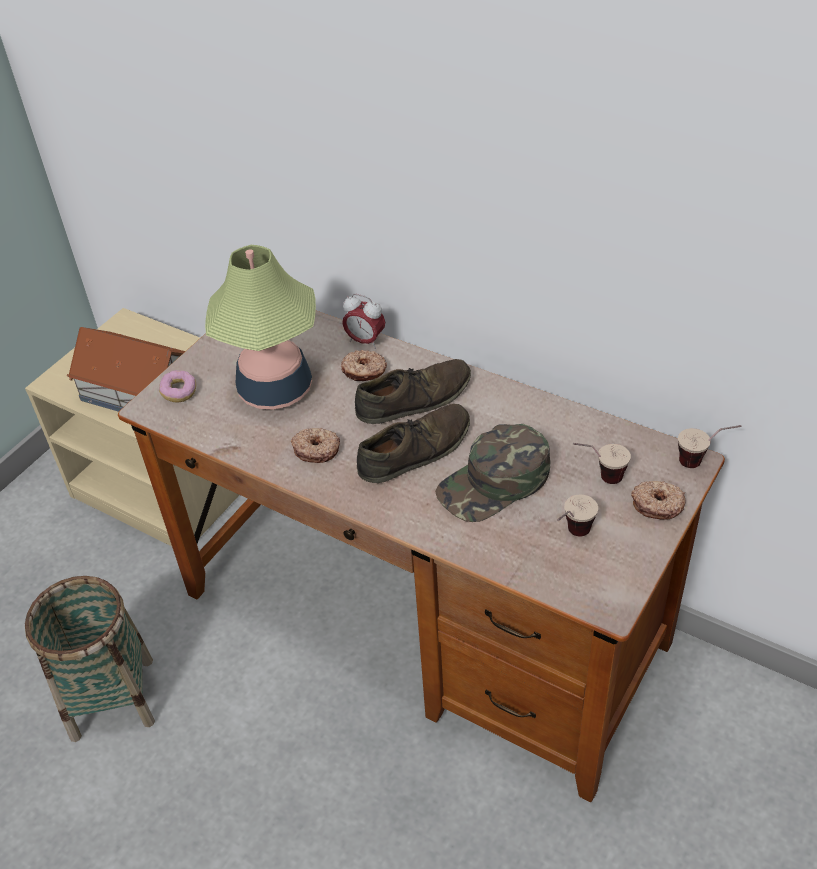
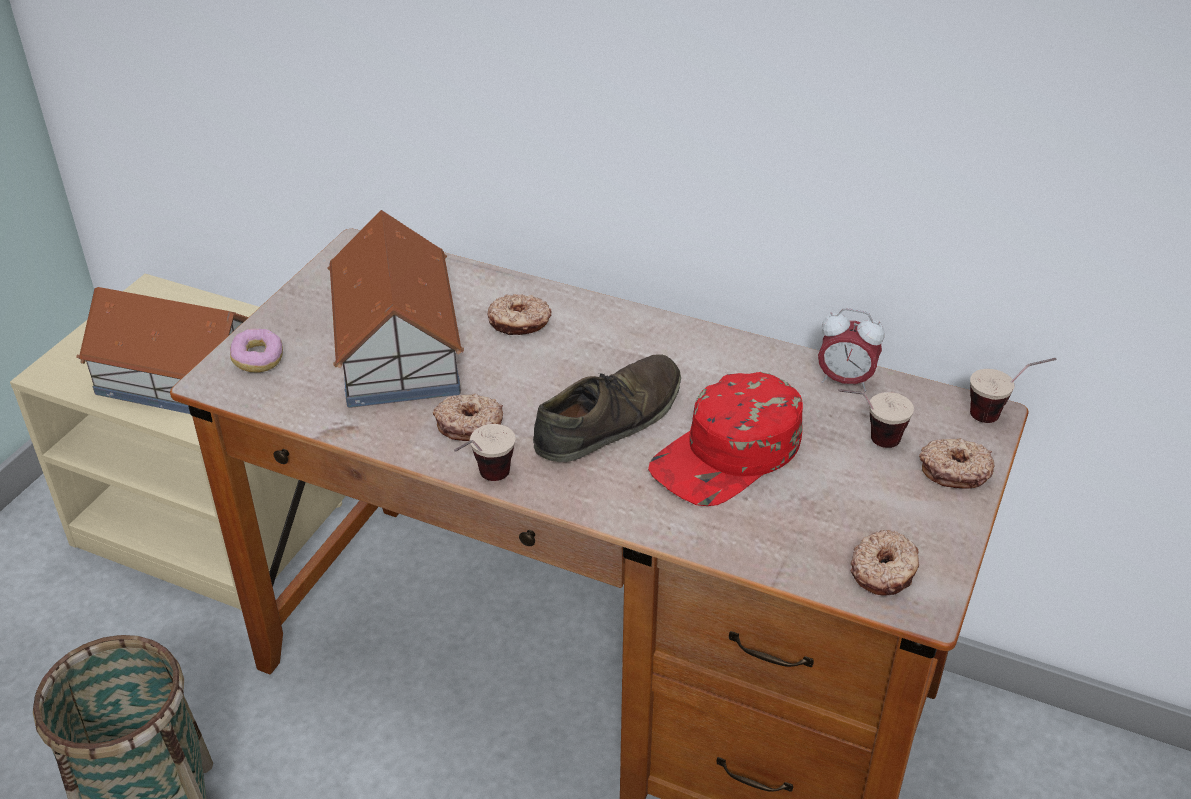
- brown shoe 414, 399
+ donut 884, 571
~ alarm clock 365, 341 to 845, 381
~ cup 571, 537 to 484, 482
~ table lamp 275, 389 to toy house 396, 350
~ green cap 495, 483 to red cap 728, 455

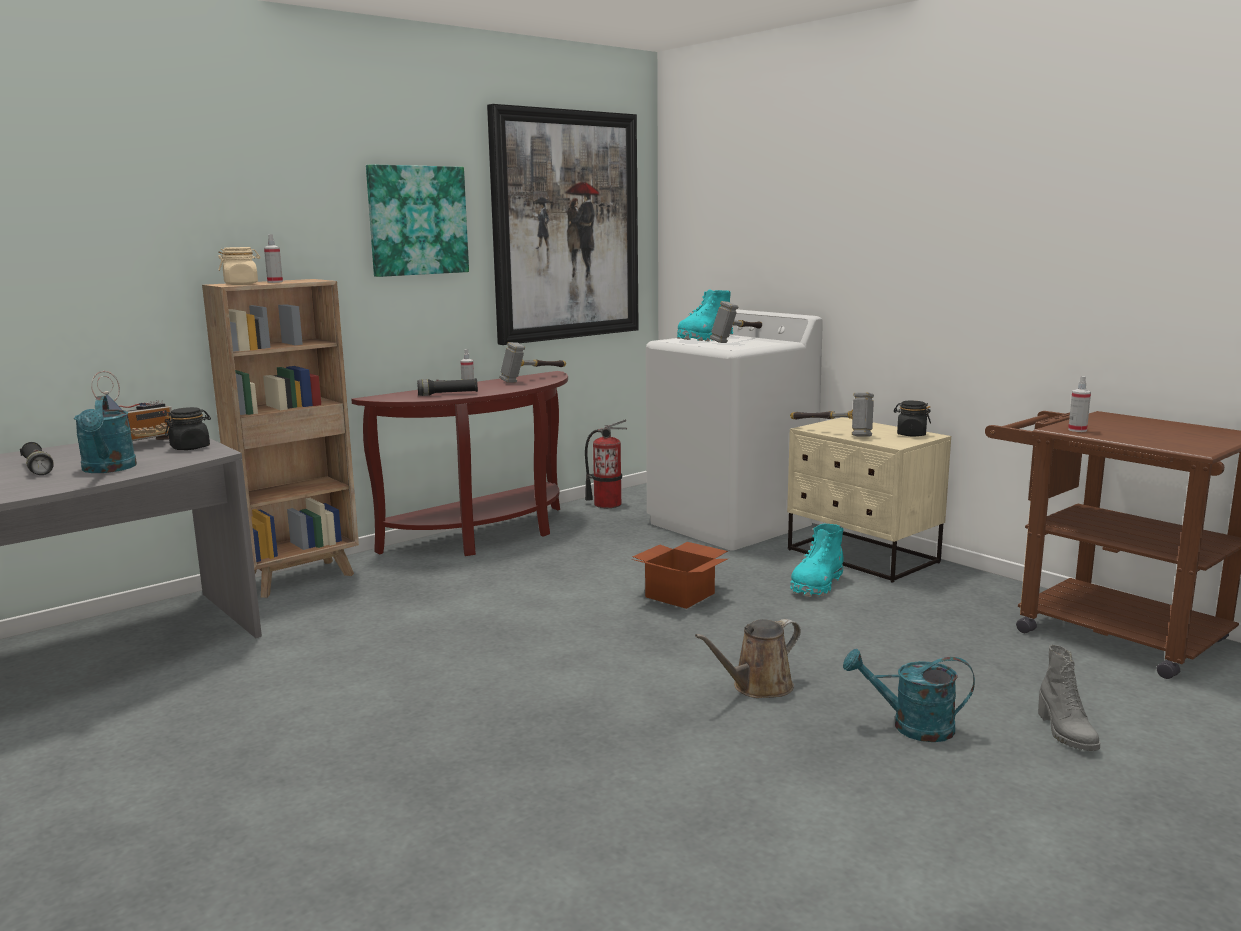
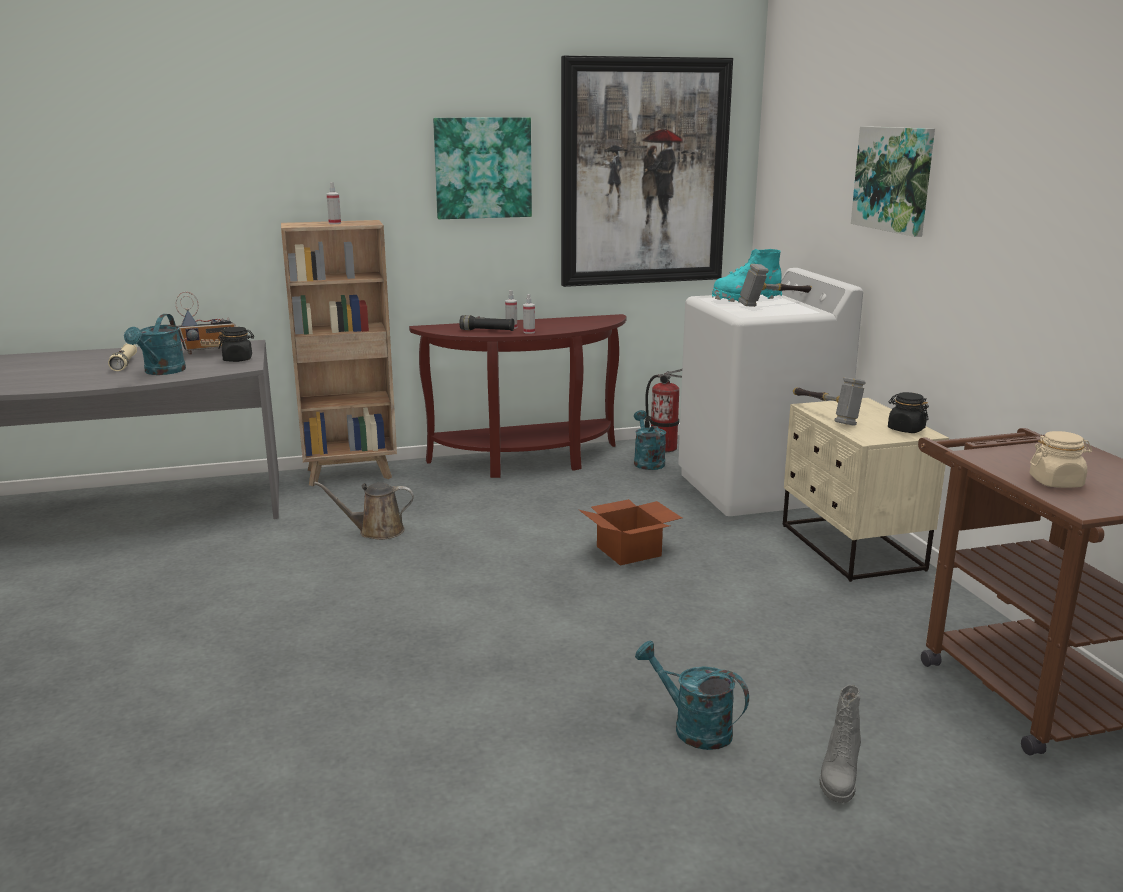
- hammer 533, 379
- turquoise boot 817, 585
+ turquoise watering can 647, 461
+ picture 894, 179
~ beige jar 241, 284 to 1056, 482
~ brown watering can 758, 687 to 376, 531
~ spray bottle 1077, 430 to 529, 332
~ black flashlight 38, 468 to beige flashlight 124, 364

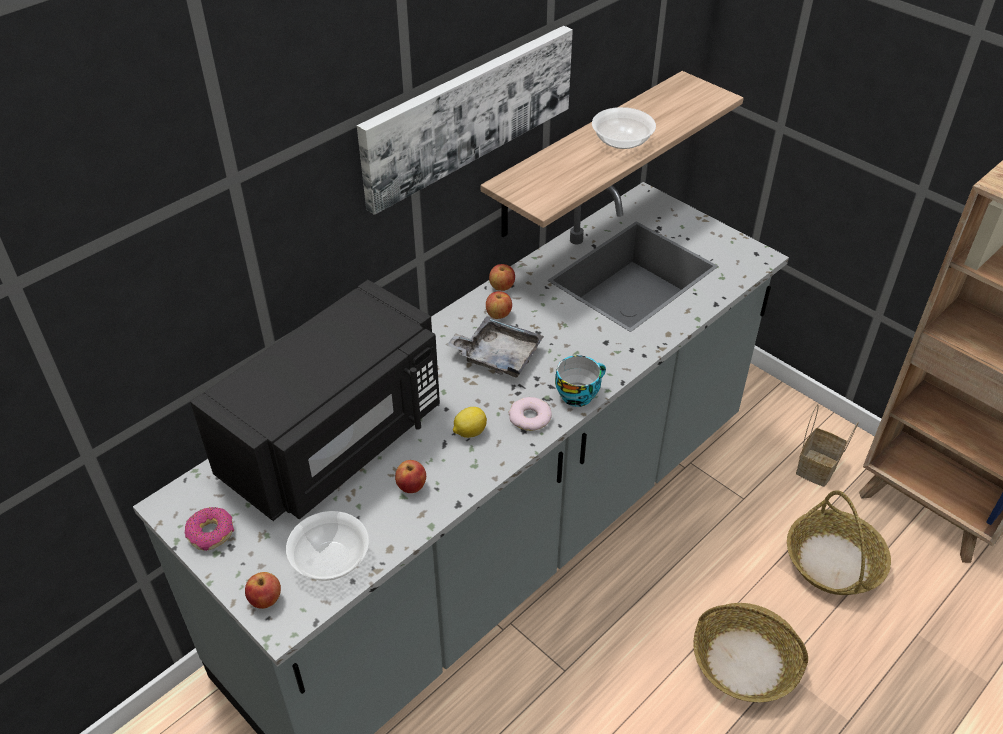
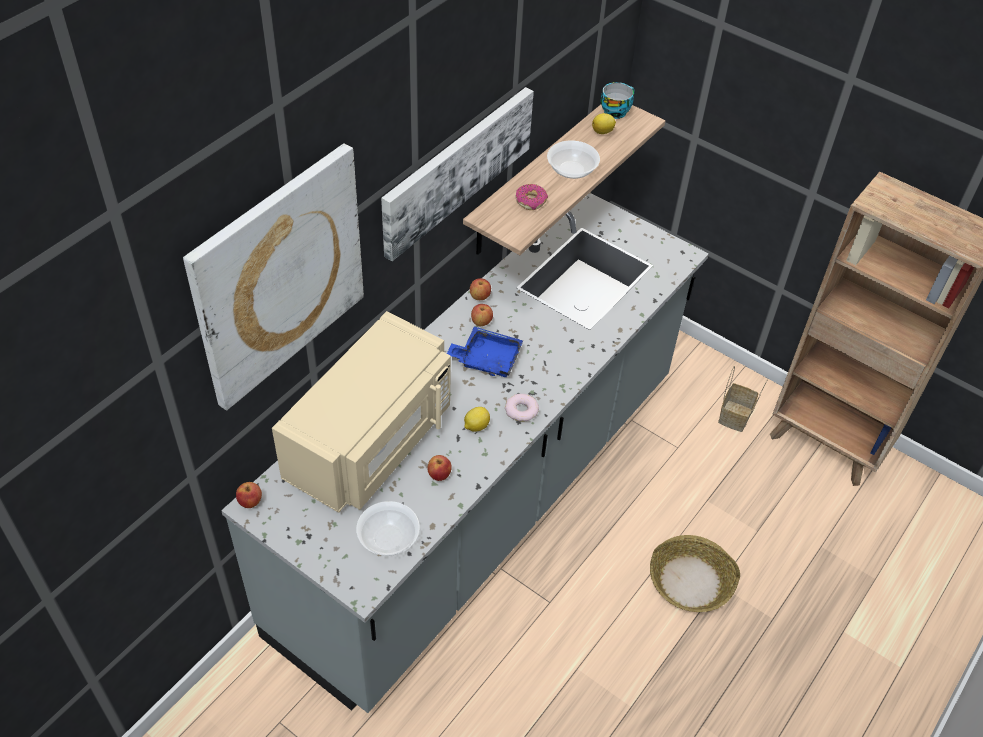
- basket 833, 561
+ picture 278, 276
+ lemon 603, 132
~ donut 211, 533 to 531, 201
~ apple 266, 600 to 250, 502
~ cup 578, 394 to 615, 111
~ black microwave 337, 440 to beige microwave 372, 442
~ grey tray 497, 356 to blue tray 487, 359

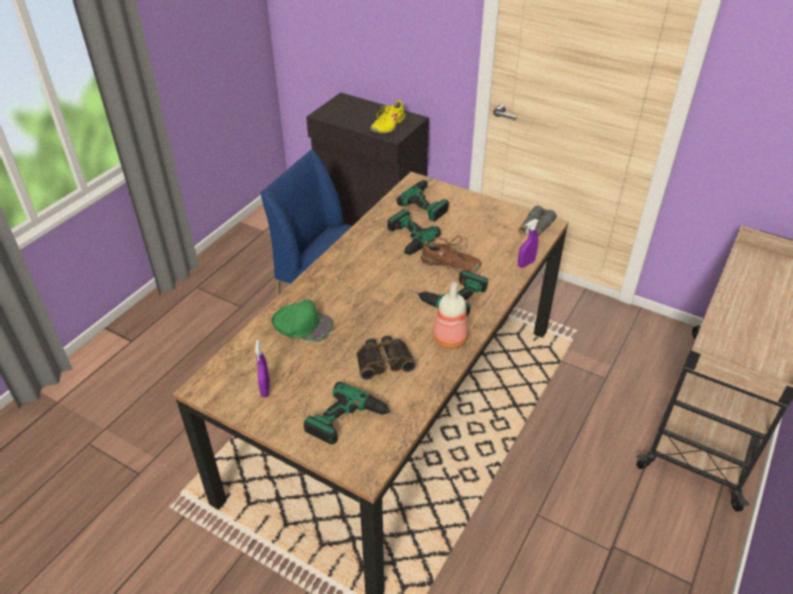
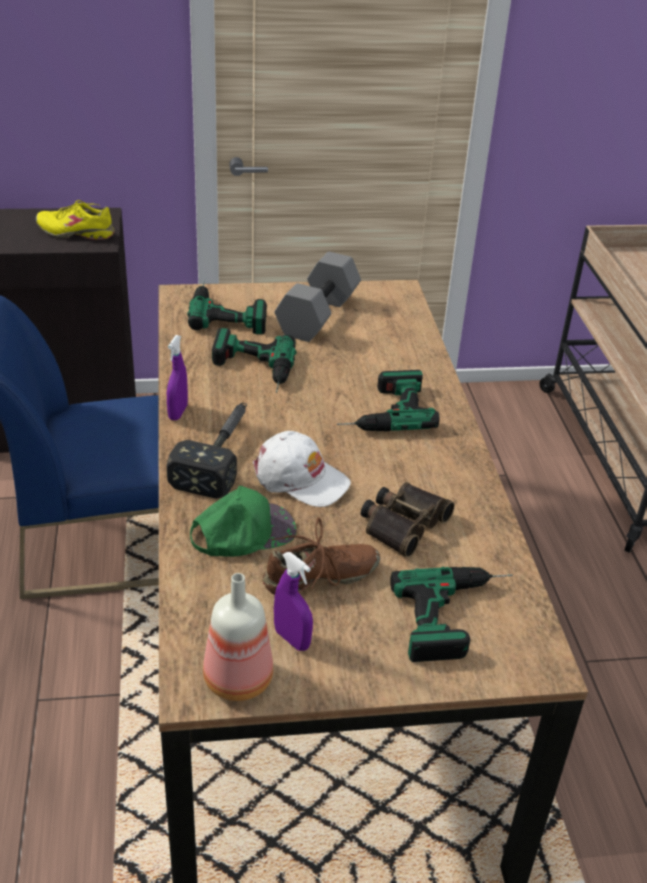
- grey binoculars 535, 227
+ hammer 221, 454
+ white cap 300, 479
+ grey dumbbell 316, 314
~ brown shoe 450, 265 to 320, 578
~ bottle 449, 340 to 239, 681
~ purple spray bottle 526, 263 to 178, 412
~ yellow shoe 388, 125 = 76, 232 105 degrees clockwise

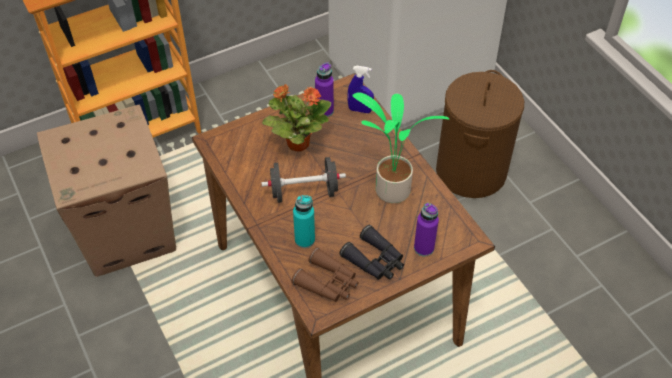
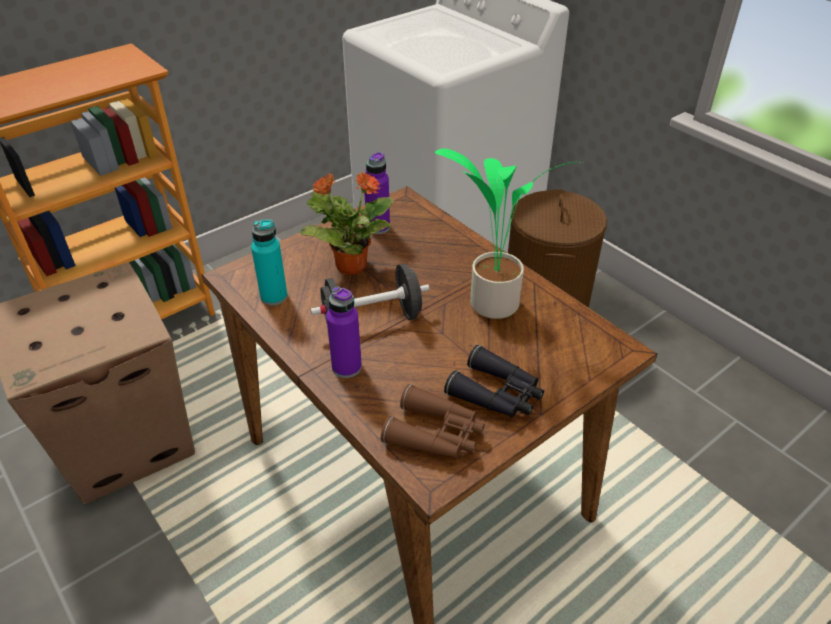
- blue spray bottle 360, 110
~ turquoise bottle 304, 240 to 274, 297
~ purple bottle 424, 248 to 346, 367

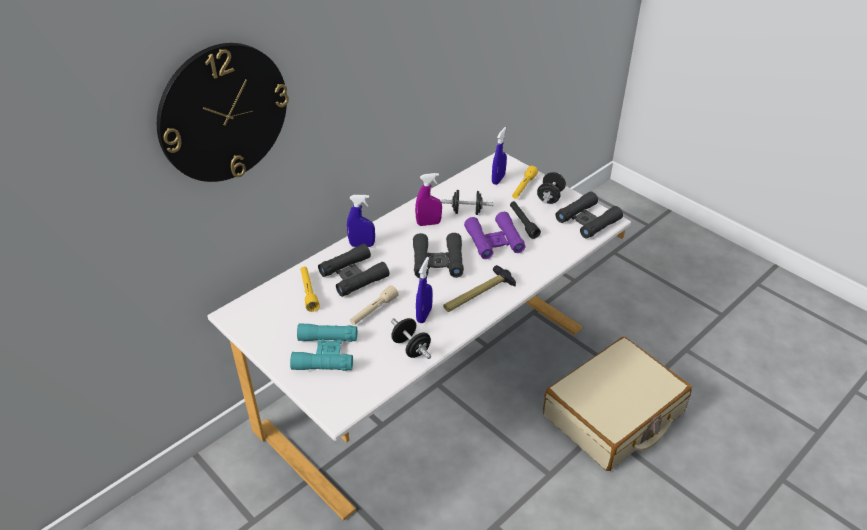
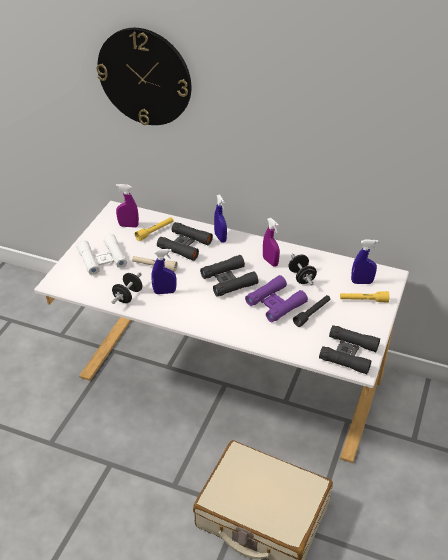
- hammer 478, 295
- black dumbbell 550, 197
+ purple spray bottle 128, 226
~ turquoise binoculars 325, 353 to white binoculars 102, 259

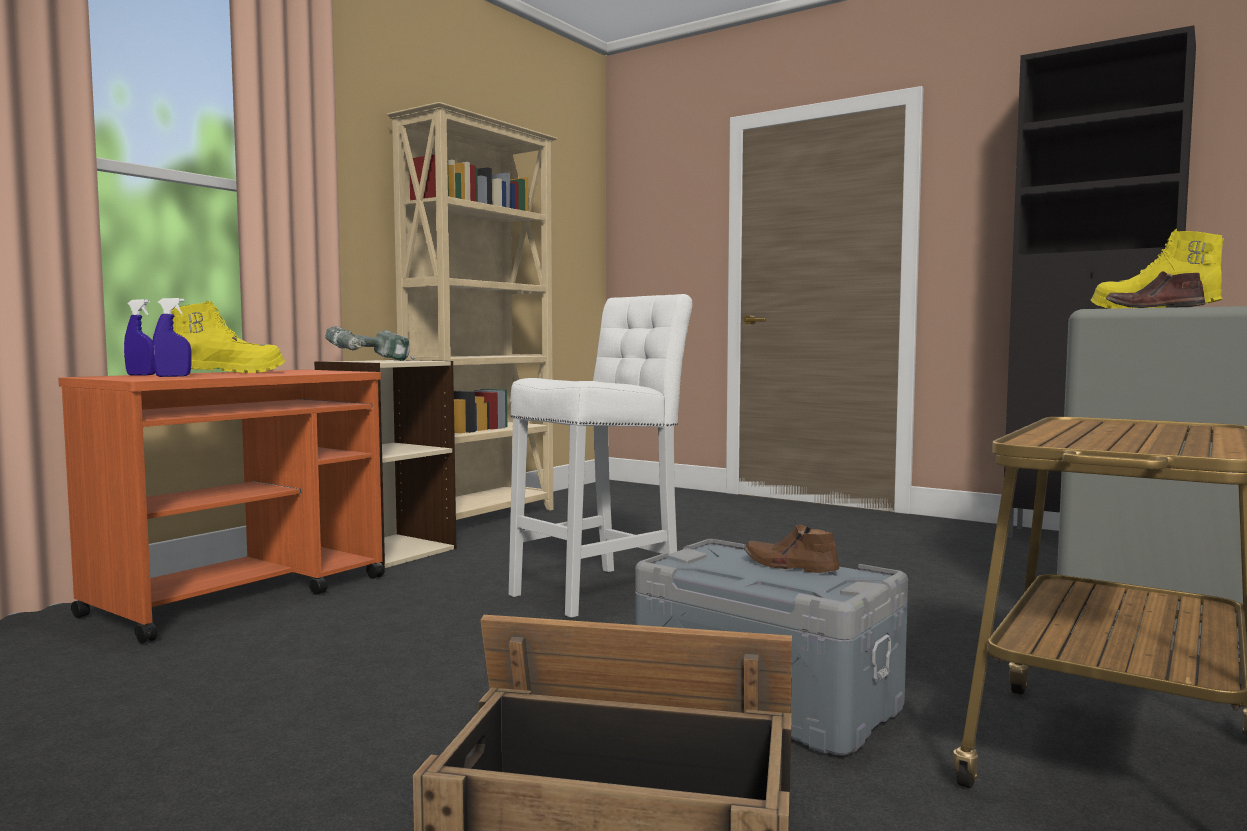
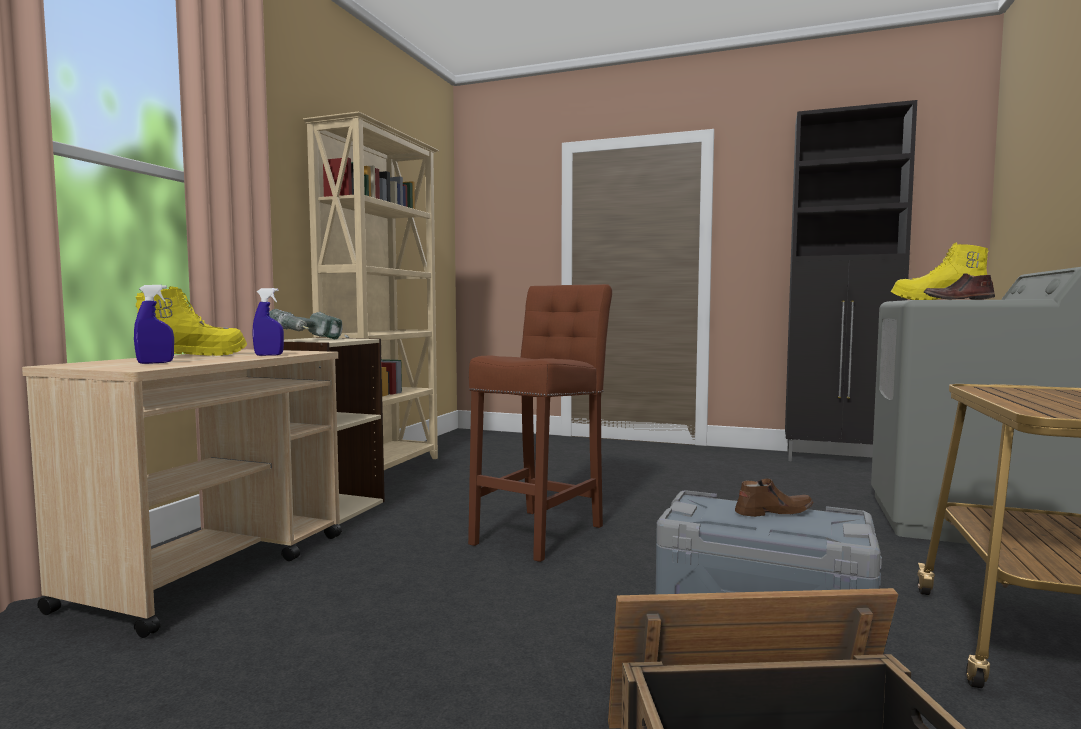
~ blue spray bottle 141, 375 to 269, 355
~ orange cart 242, 595 to beige cart 214, 569
~ white stool 601, 590 to brown stool 541, 532
~ brown shoe 789, 566 = 773, 512 150 degrees clockwise

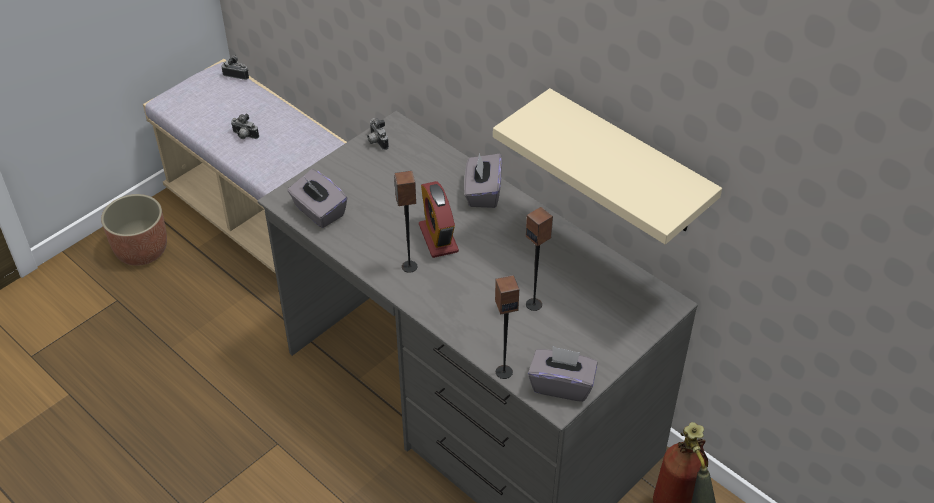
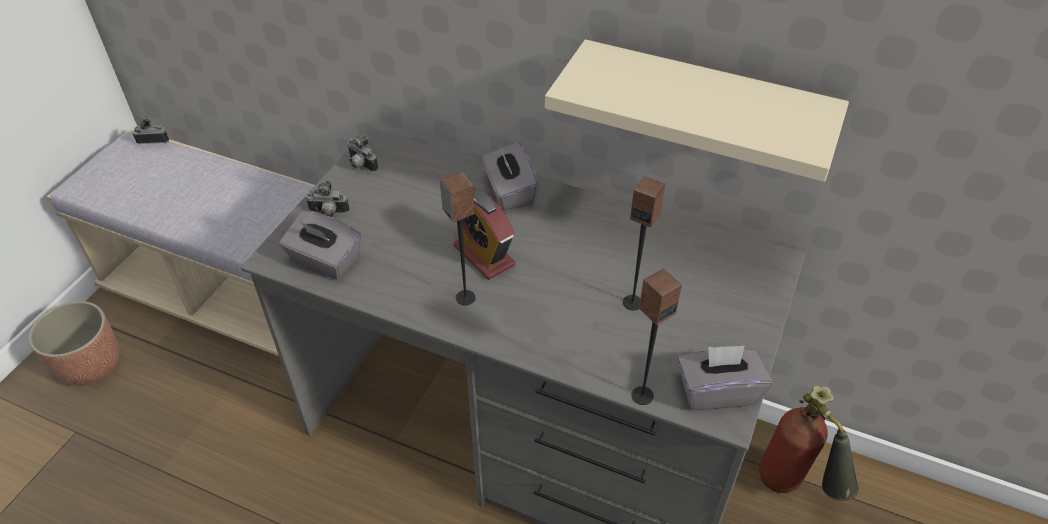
~ photo camera 244, 136 to 328, 213

